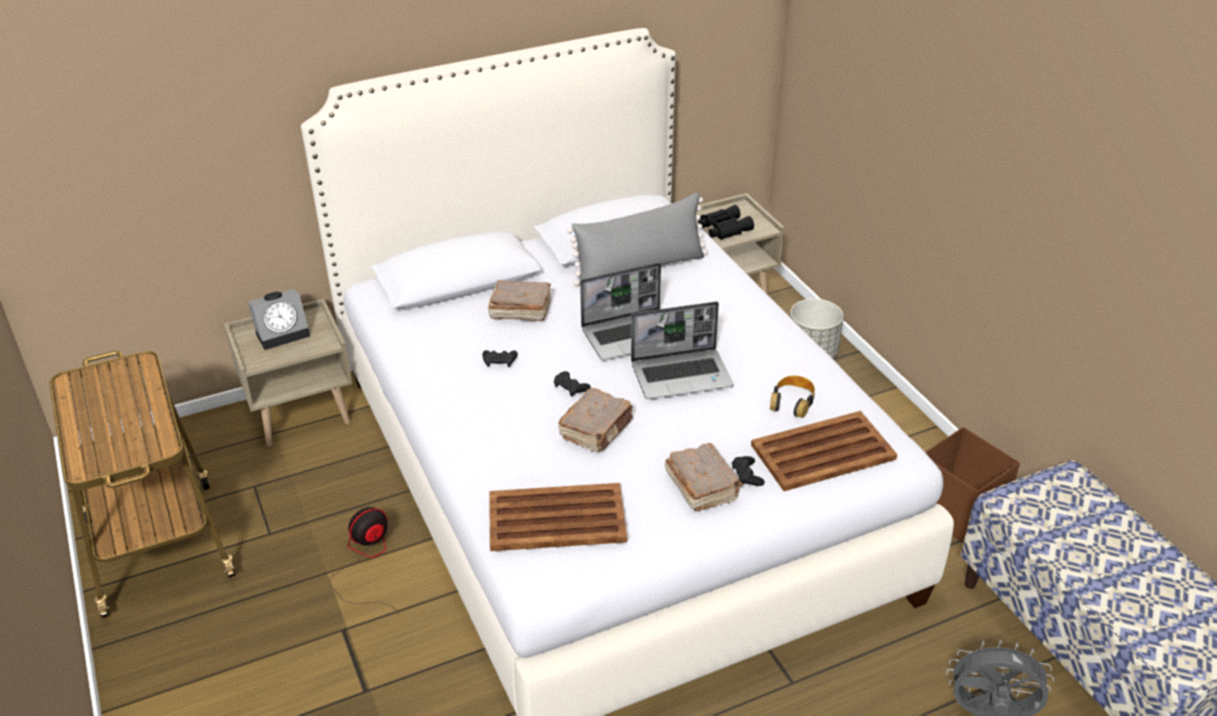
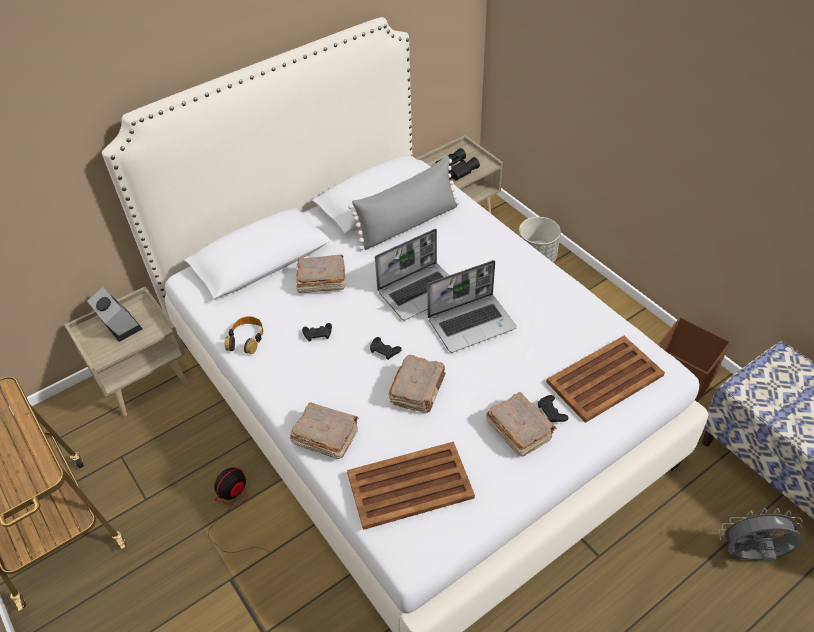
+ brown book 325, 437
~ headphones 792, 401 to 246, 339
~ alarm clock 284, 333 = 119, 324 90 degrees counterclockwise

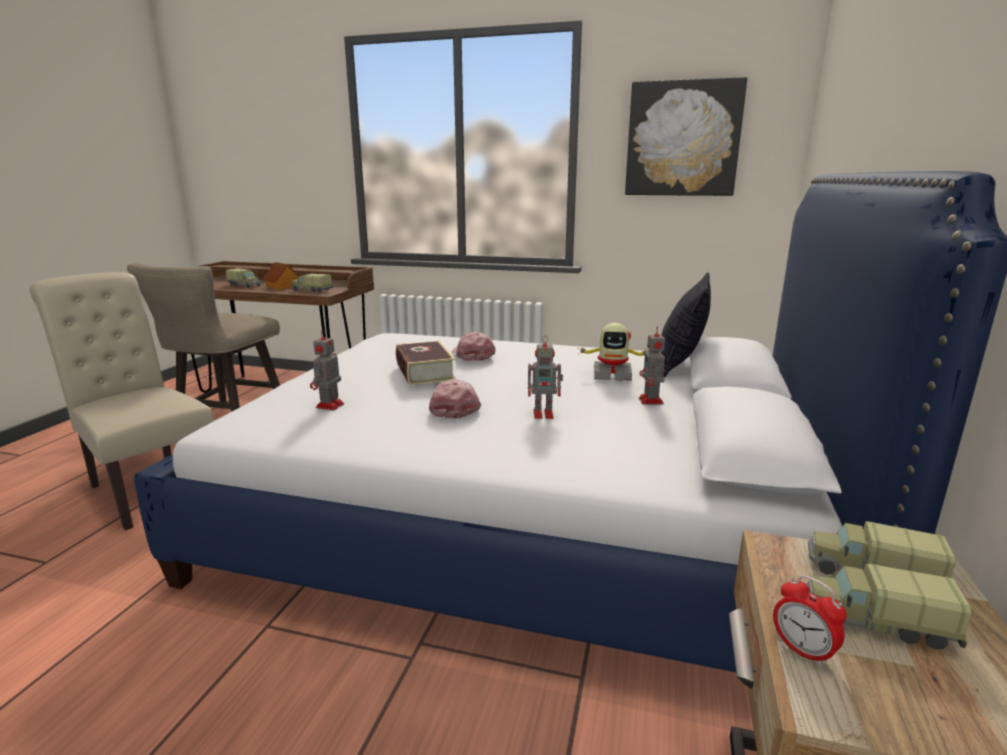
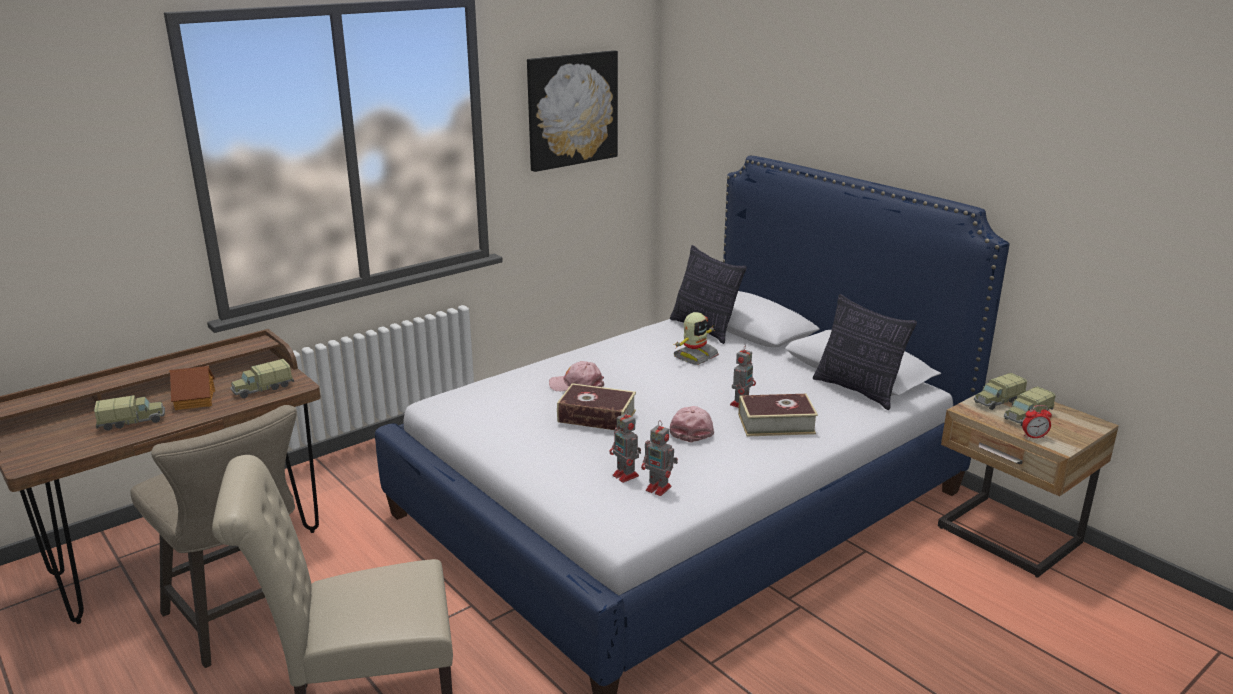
+ book 776, 423
+ pillow 858, 390
~ toy robot 651, 401 to 659, 489
~ pink cap 453, 407 = 692, 429 75 degrees clockwise

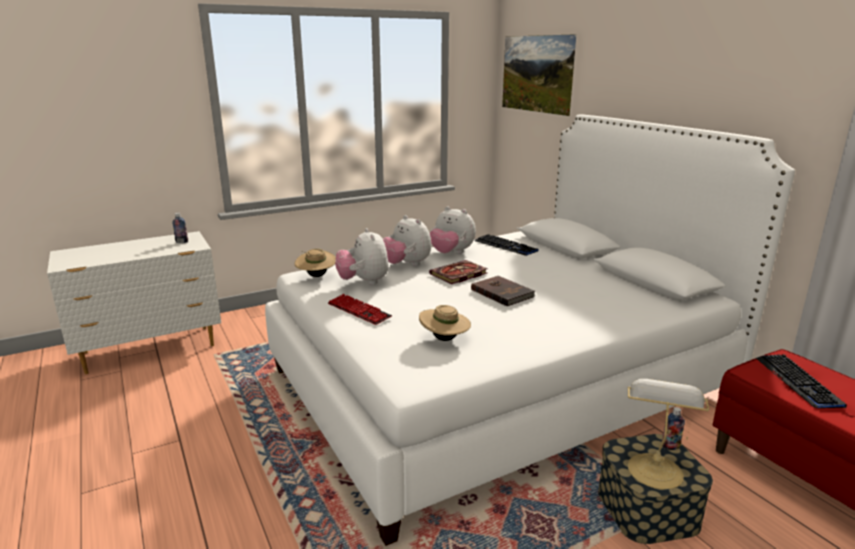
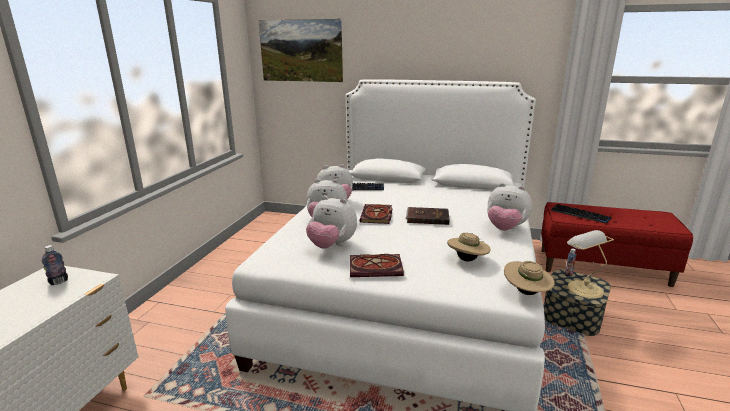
+ plush toy 505, 229
~ beige hat 316, 276 to 526, 293
~ keyboard 359, 311 to book 377, 267

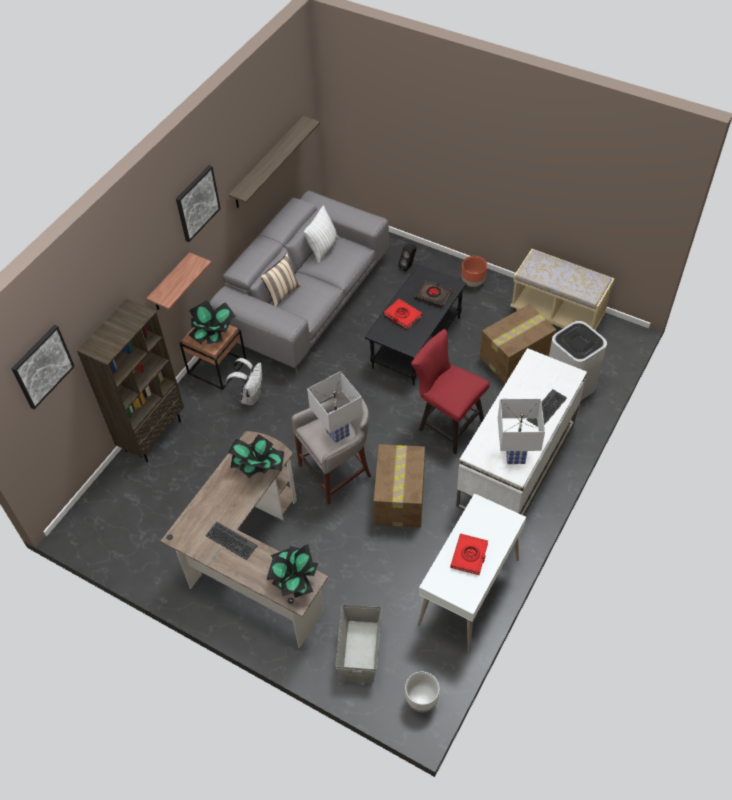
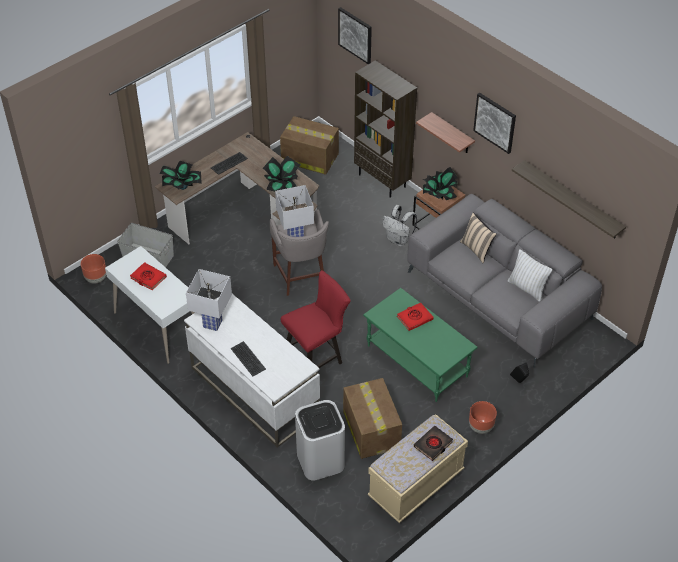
~ cardboard box 399, 498 to 309, 157
~ black book 433, 295 to 433, 445
~ black coffee table 415, 342 to green coffee table 418, 361
~ white planter 421, 700 to brown planter 96, 278

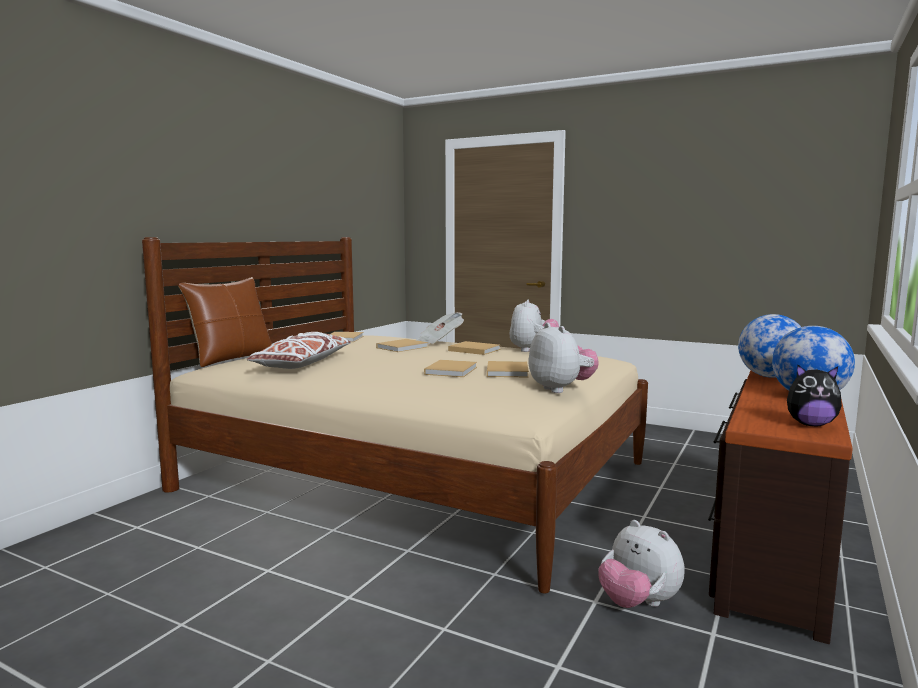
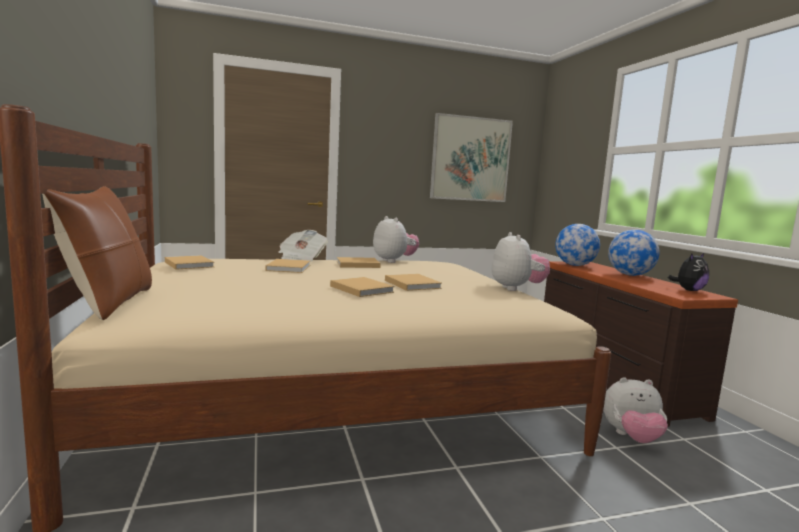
- white pillow 302, 363
+ picture 470, 159
~ beige book 507, 371 to 360, 289
~ plush toy 561, 389 = 516, 288 60 degrees clockwise

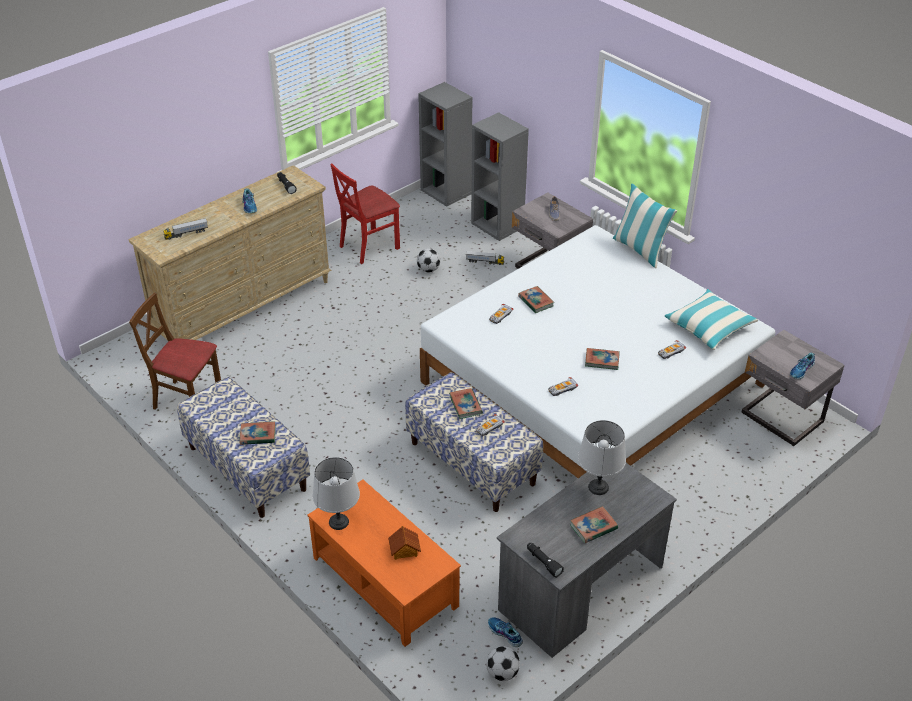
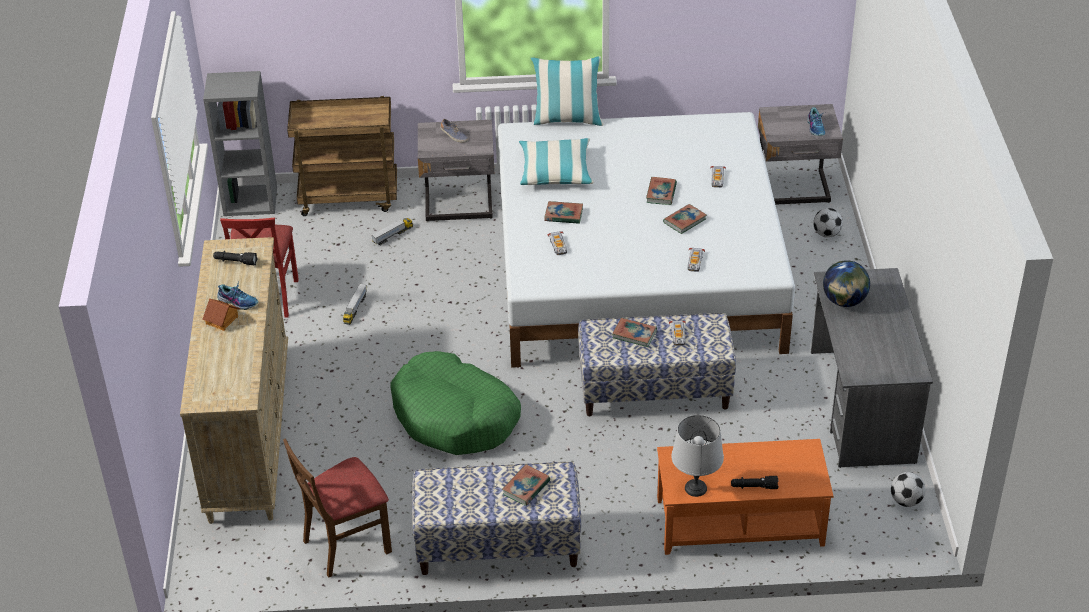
- shoe 504, 634
+ green dog bed 455, 416
~ toy truck 186, 233 to 355, 309
~ toy house 404, 550 to 222, 320
~ football 428, 269 to 826, 234
~ black flashlight 543, 562 to 754, 487
~ book 593, 527 to 661, 193
~ pillow 709, 327 to 556, 171
~ grey bookcase 498, 225 to brown cart 349, 197
~ grey table lamp 598, 487 to globe 844, 301

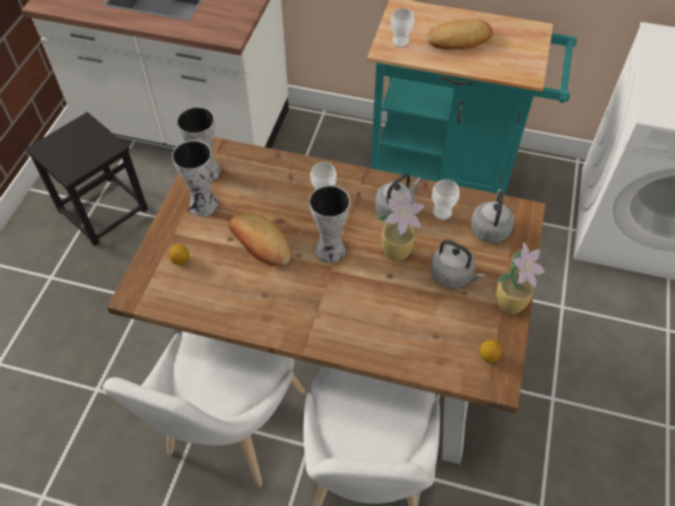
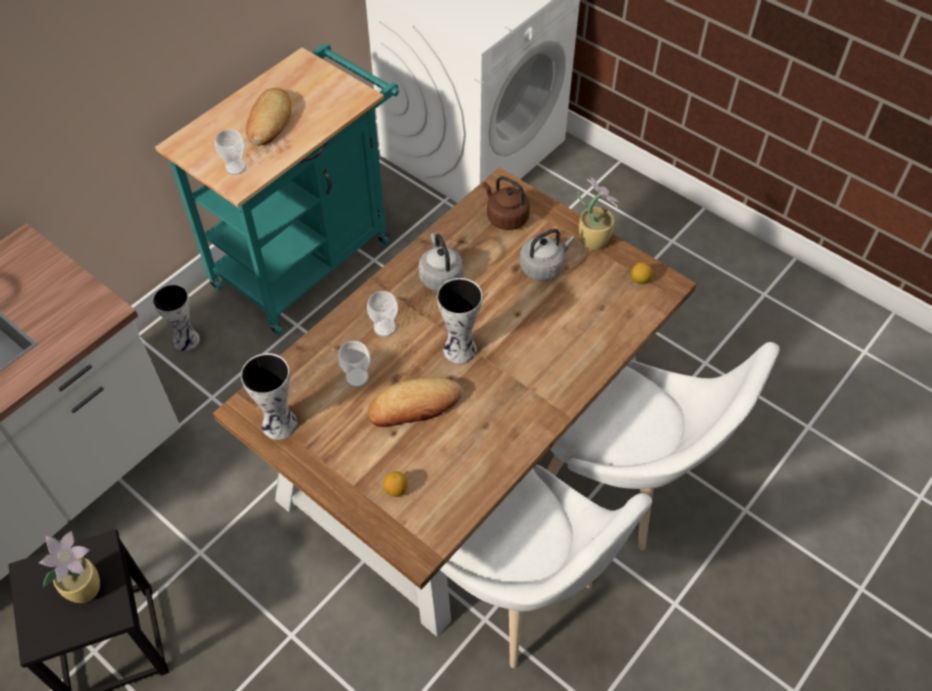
~ vase 205, 206 to 187, 339
~ potted plant 398, 251 to 86, 587
~ cup 442, 212 to 357, 378
~ grey kettle 490, 228 to brown kettle 505, 217

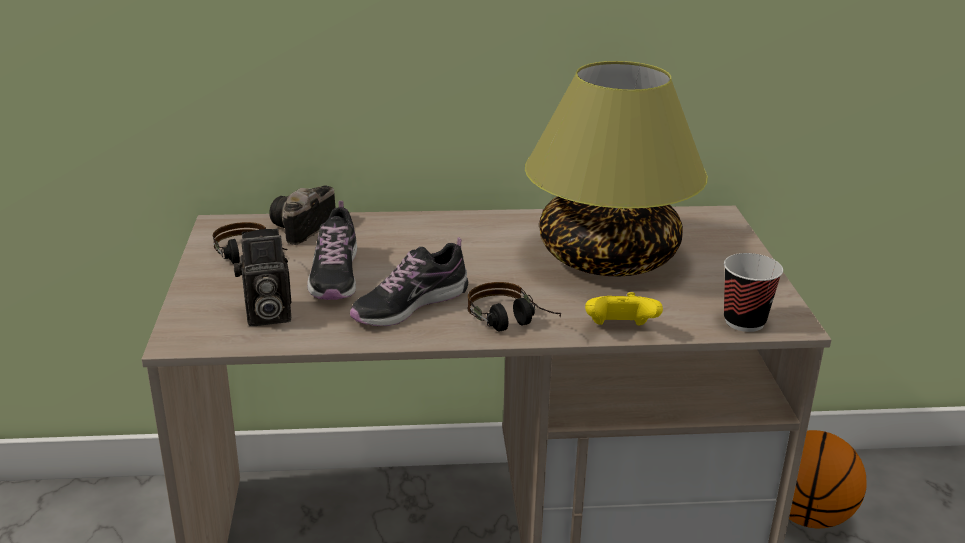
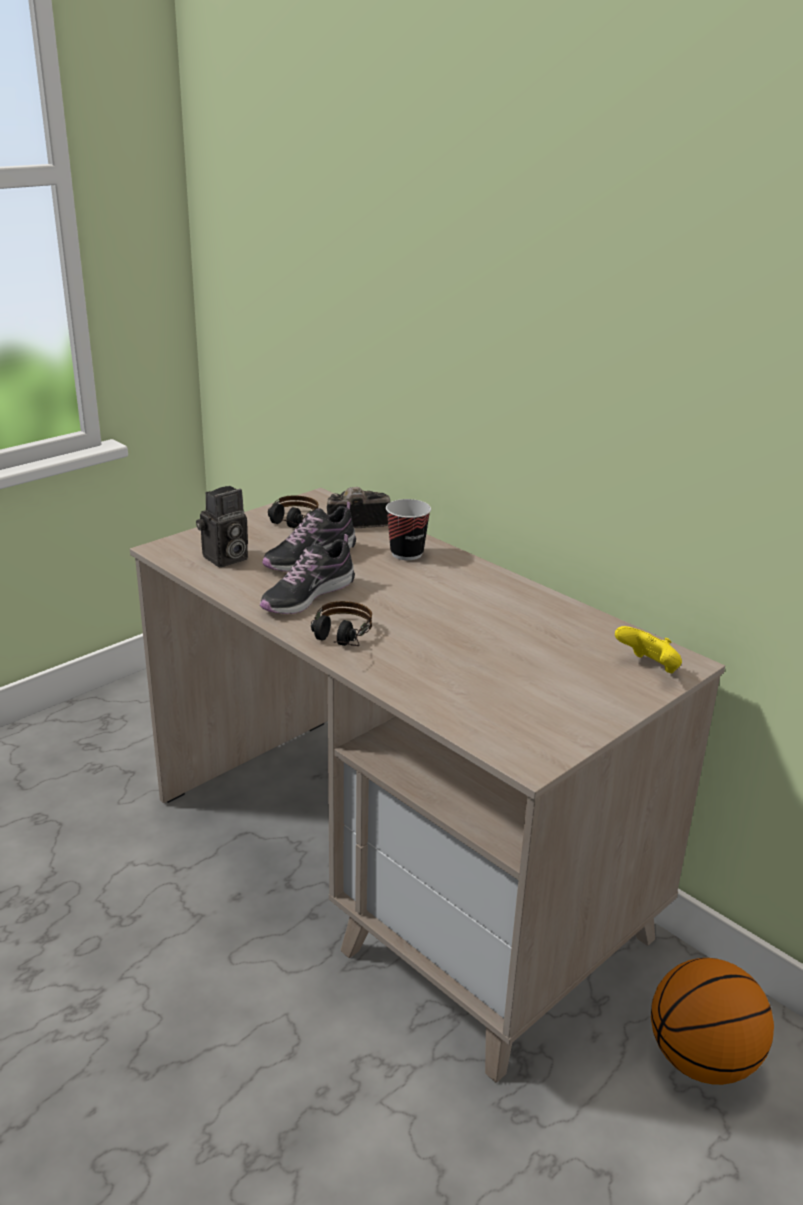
- table lamp 607, 258
~ yellow game controller 619, 330 to 648, 668
~ cup 744, 321 to 406, 553
~ photo camera 265, 316 = 224, 559 75 degrees counterclockwise
~ shoe 409, 306 = 307, 596 60 degrees counterclockwise

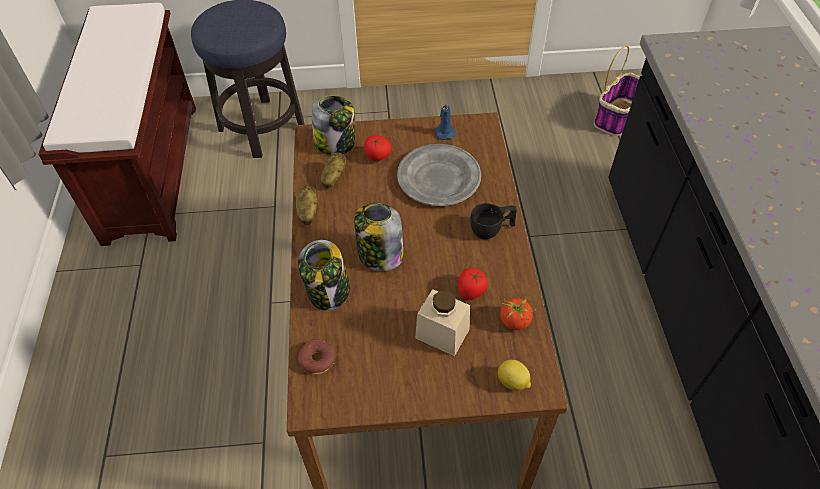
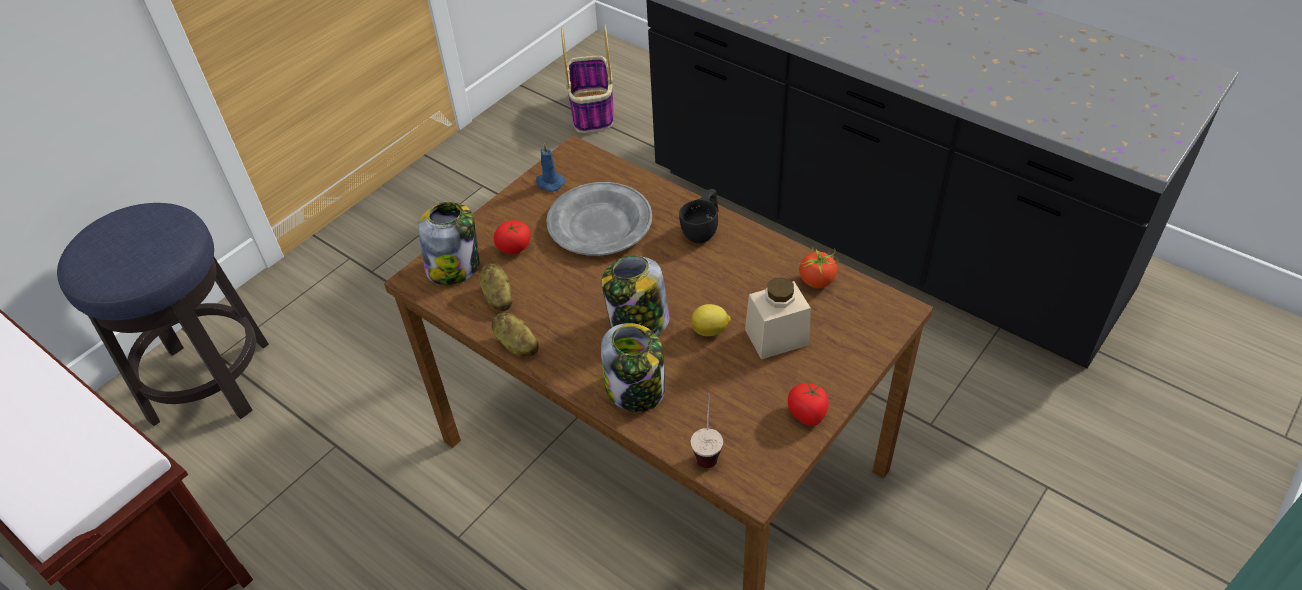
~ tomato 471, 291 to 807, 414
~ lemon 513, 382 to 710, 331
~ donut 317, 360 to cup 707, 448

